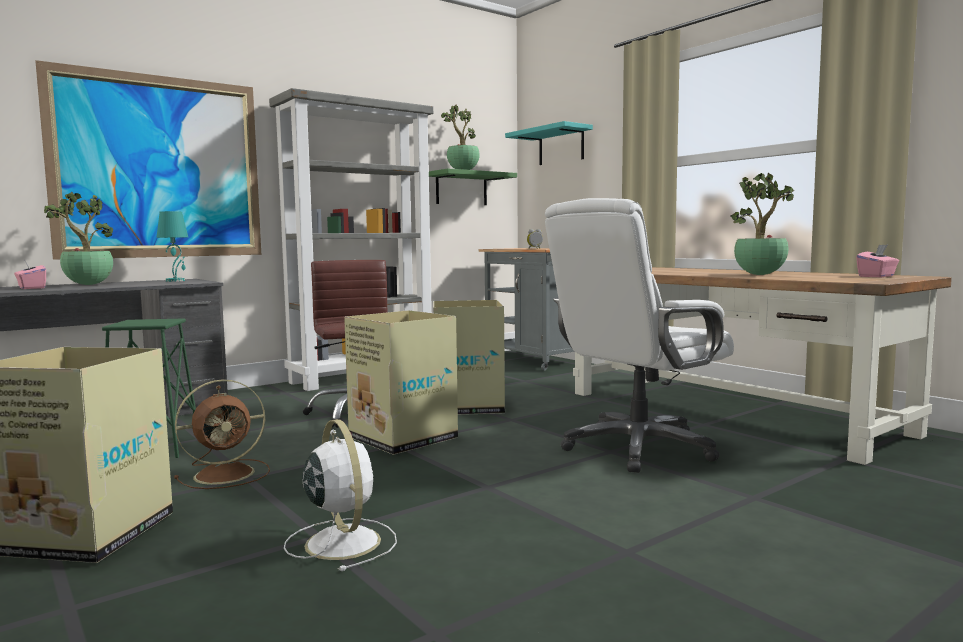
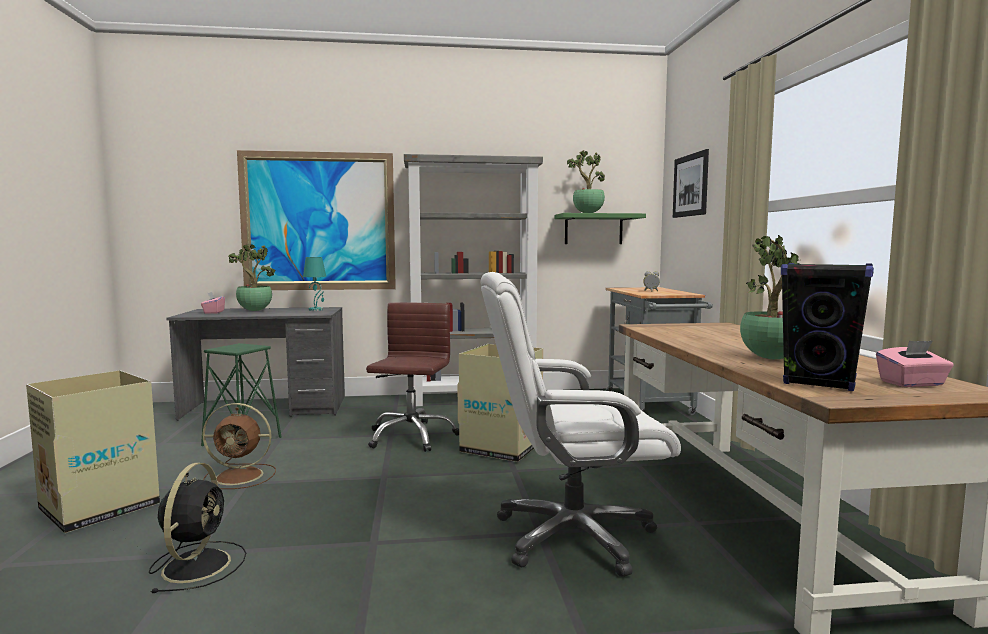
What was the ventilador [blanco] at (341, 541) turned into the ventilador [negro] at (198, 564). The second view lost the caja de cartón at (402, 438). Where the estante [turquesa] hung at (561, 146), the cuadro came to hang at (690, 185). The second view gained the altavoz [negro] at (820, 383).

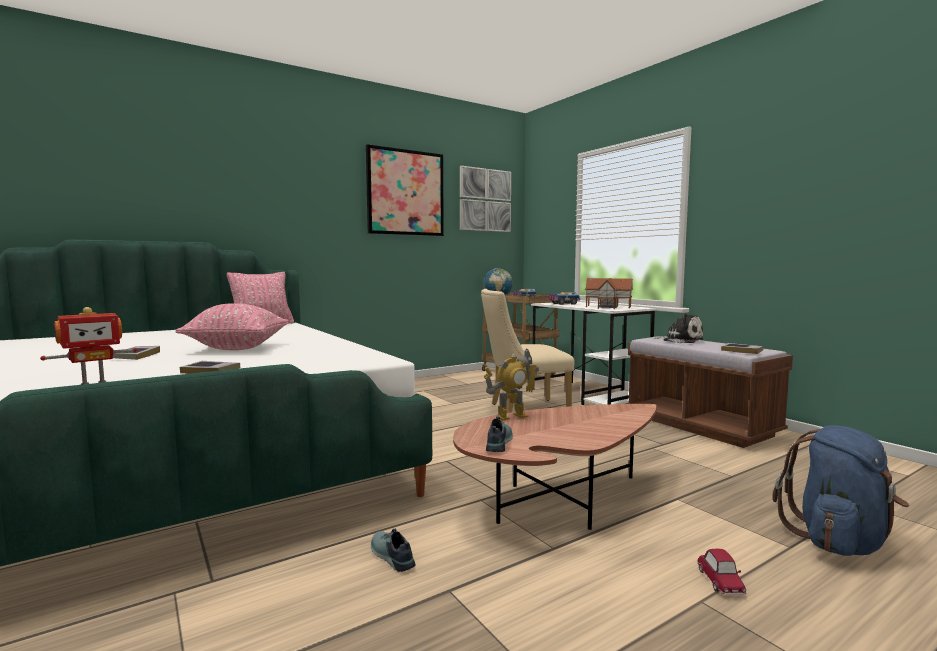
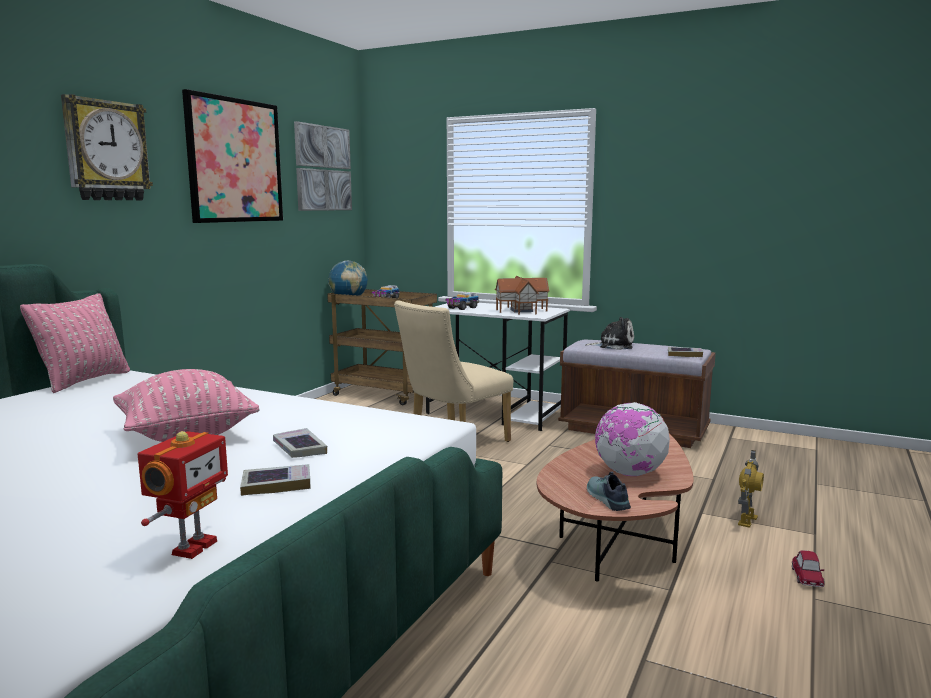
The libro ended up elsewhere, having gone from (136, 356) to (299, 448). The second view lost the zapato at (390, 556). The robot de juguete ended up elsewhere, having gone from (511, 416) to (746, 520). The coche de juguete at (720, 581) ended up facing another way, 45 degrees clockwise from before. The second view lost the mochila [azul] at (838, 541). The second view gained the reloj de pared at (106, 151). The second view gained the globo terráqueo at (630, 473).

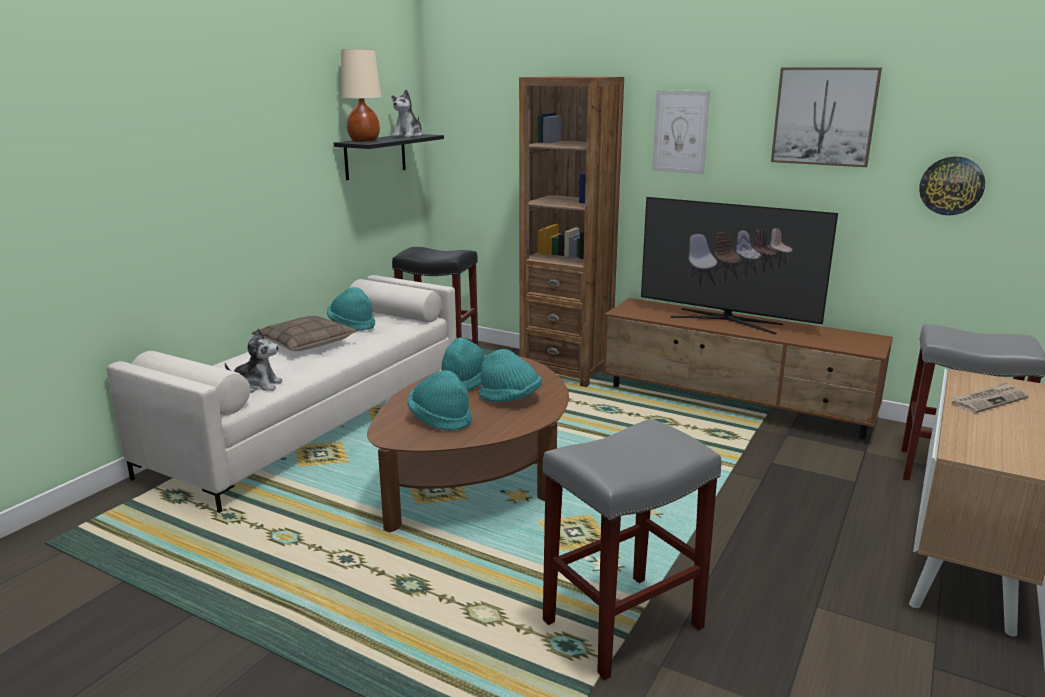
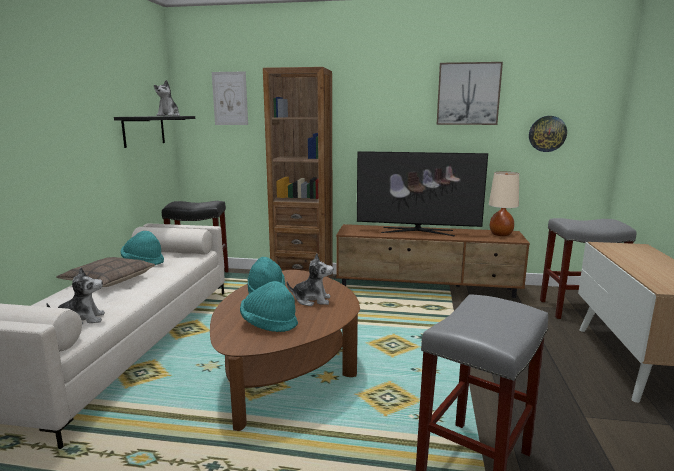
The lámpara de mesa [beis] ended up elsewhere, having gone from (364, 141) to (501, 234). Where the sombrero [turquesa] stood at (510, 399), the peluche came to stand at (312, 300). The cuadro ended up elsewhere, having gone from (680, 132) to (230, 98). The second view lost the periódico at (988, 400).

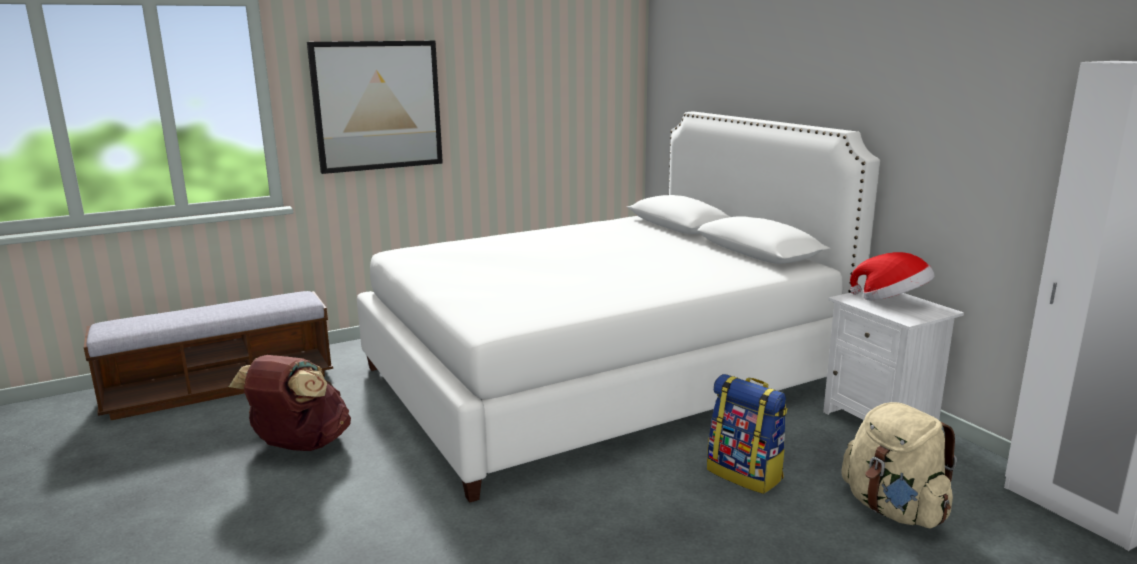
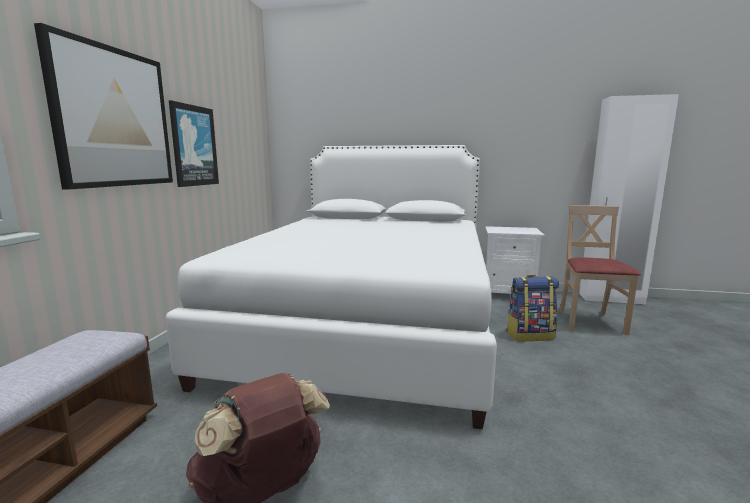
Where the mochila [beis] stood at (893, 509), the silla [beis] came to stand at (590, 322). The second view lost the sombrero at (891, 301). The second view gained the cuadro at (194, 146).

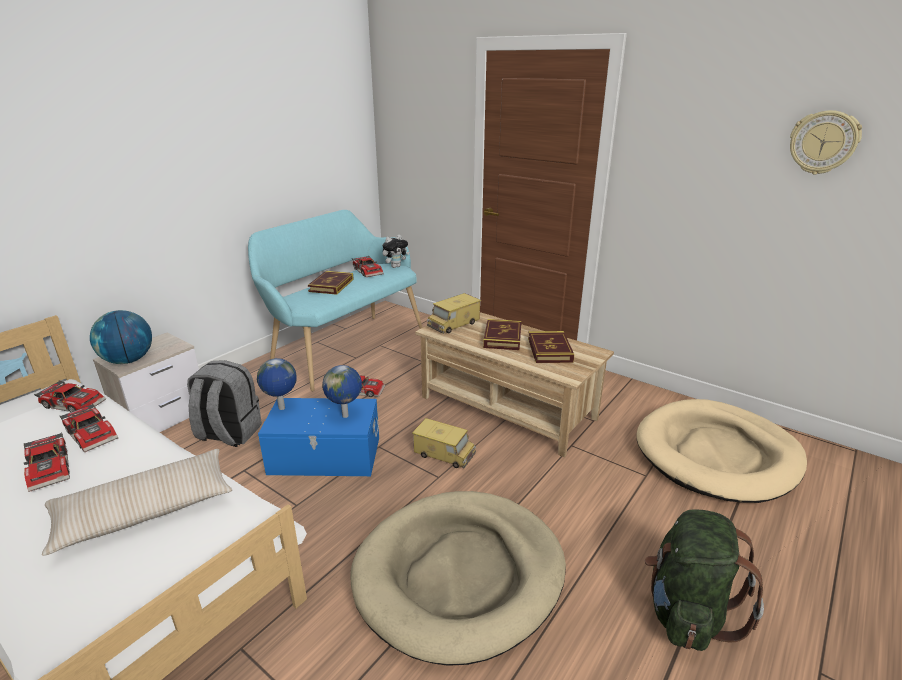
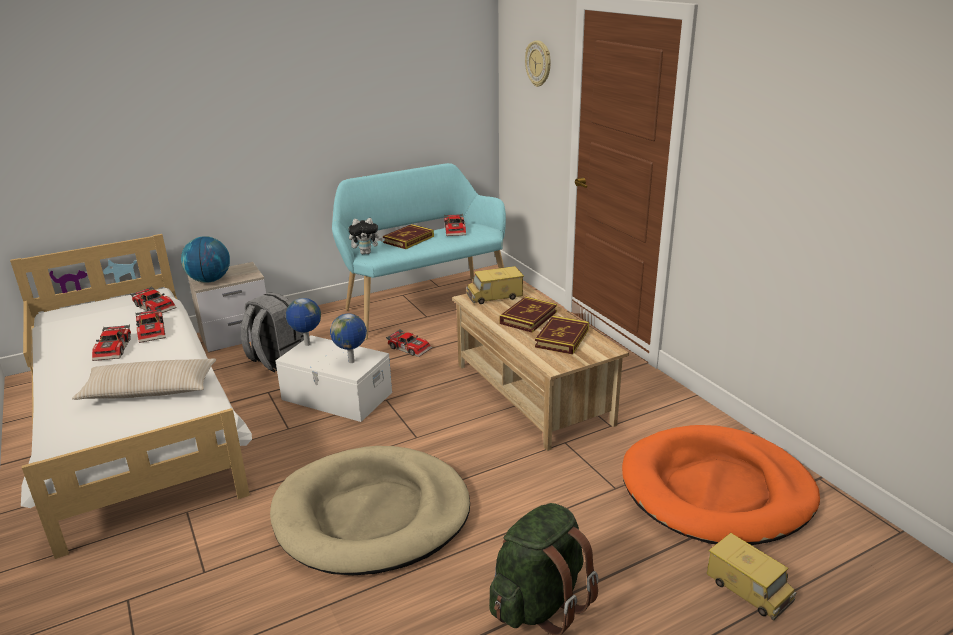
What was the caja de almacenaje [azul] at (325, 456) turned into the caja de almacenaje [blanco] at (336, 397). The peluche ended up elsewhere, having gone from (395, 266) to (366, 253). The camión de juguete ended up elsewhere, having gone from (444, 454) to (748, 589). What was the cama para perro [beis] at (717, 454) turned into the cama para perro [naranja] at (716, 490). The reloj de pared ended up elsewhere, having gone from (823, 142) to (539, 63).

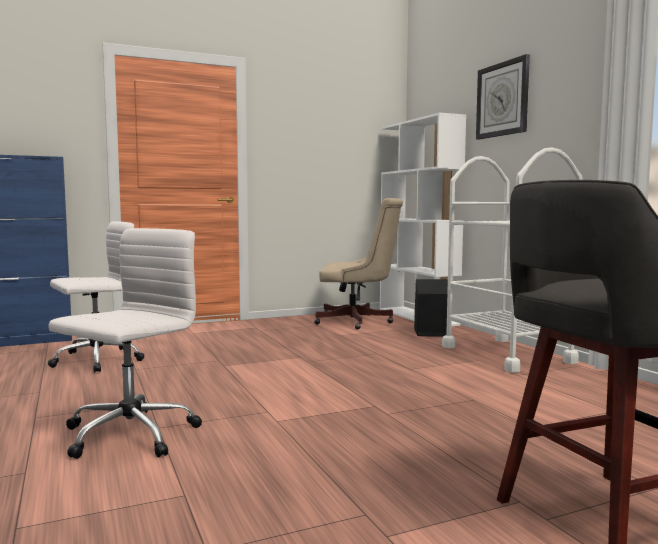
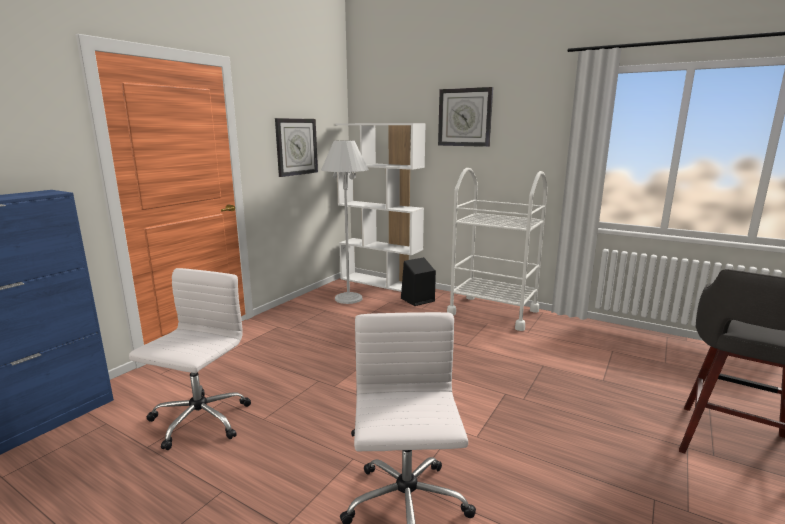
Where the silla de oficina [beis] stood at (358, 321), the lámpara de pie [blanco] came to stand at (348, 298). The second view gained the reloj de pared at (296, 146).

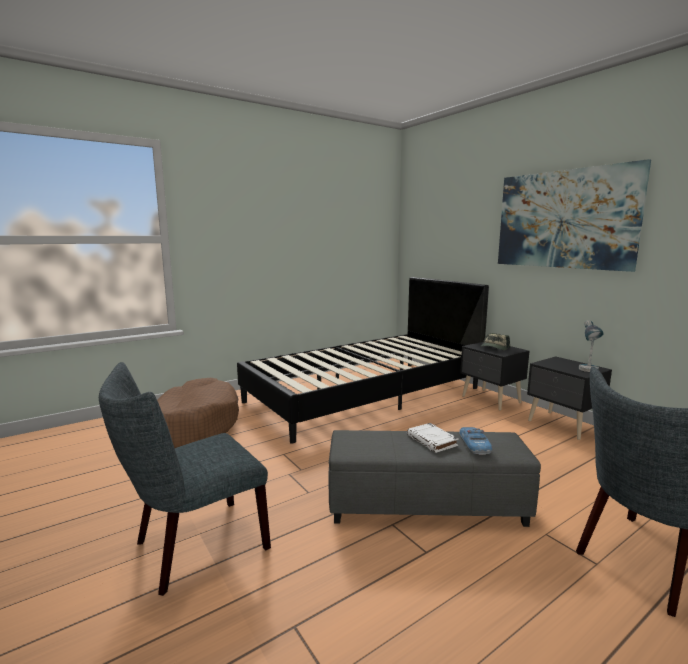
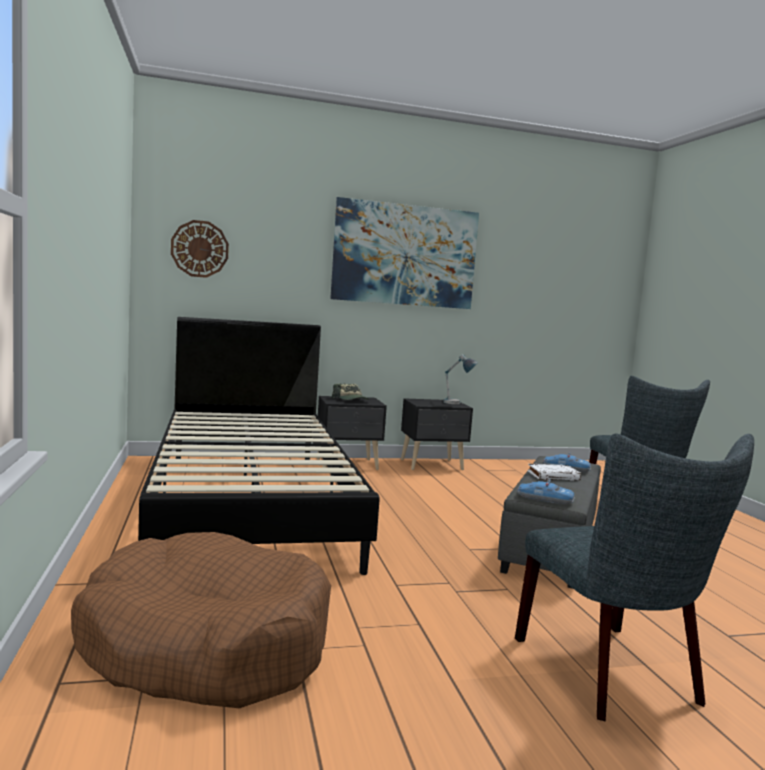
The second view gained the reloj de pared at (200, 249). The second view gained the coche de juguete at (545, 499).

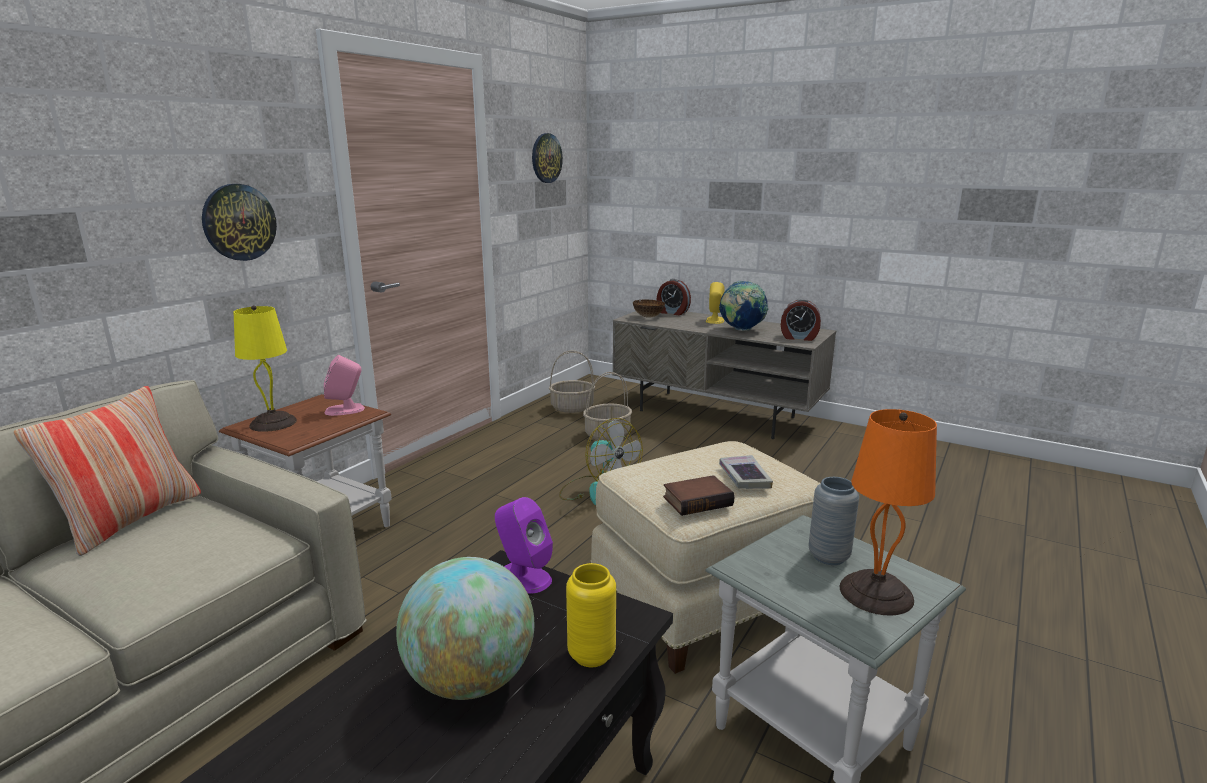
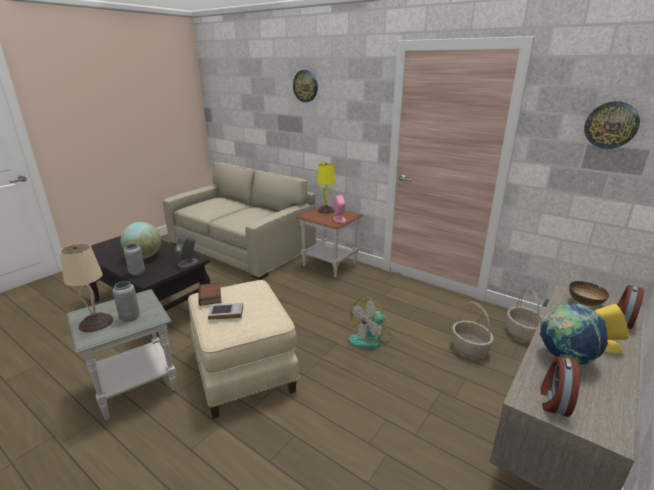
The second view lost the cojín at (131, 519). The reloj de pared ended up elsewhere, having gone from (239, 222) to (305, 86). What was the altavoz [morado] at (523, 577) turned into the altavoz [gris] at (188, 263). What was the florero [amarillo] at (591, 655) turned into the florero [gris] at (137, 273). What was the lámpara de mesa [naranja] at (878, 593) turned into the lámpara de mesa [beis] at (95, 323).

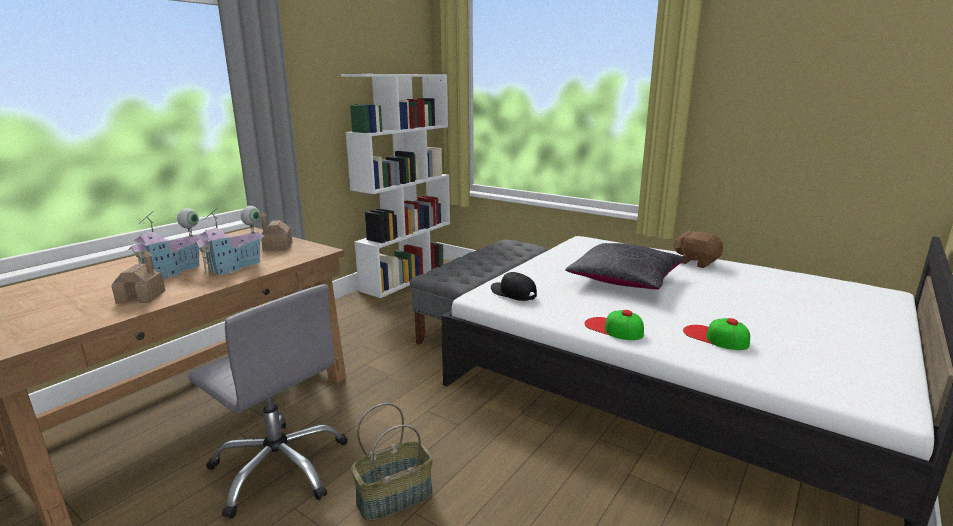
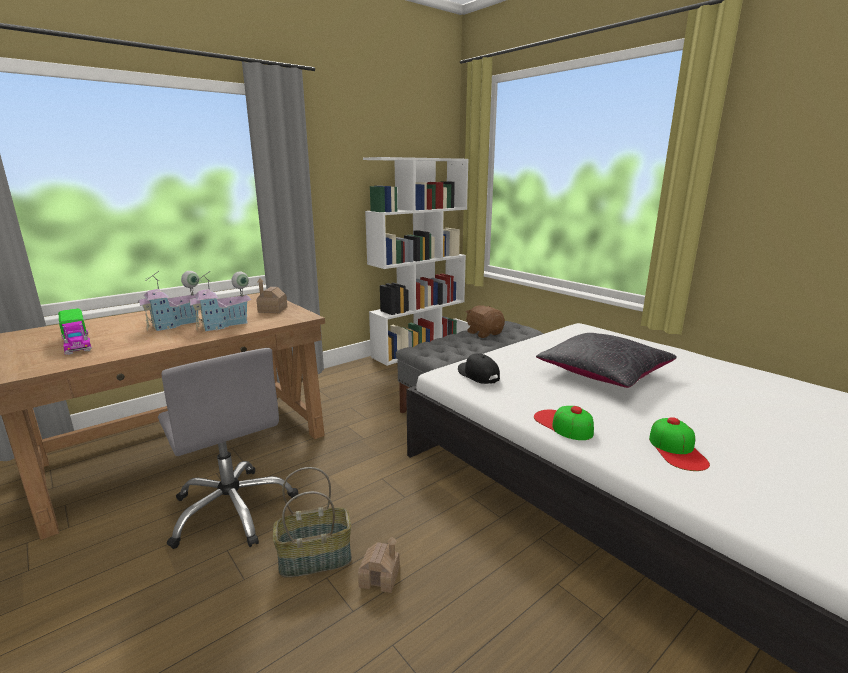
The casita ended up elsewhere, having gone from (141, 297) to (380, 577). The peluche [marrón] ended up elsewhere, having gone from (696, 262) to (484, 333). The gorra at (715, 337) ended up facing another way, 150 degrees counterclockwise from before. The second view gained the camión de juguete at (77, 343).

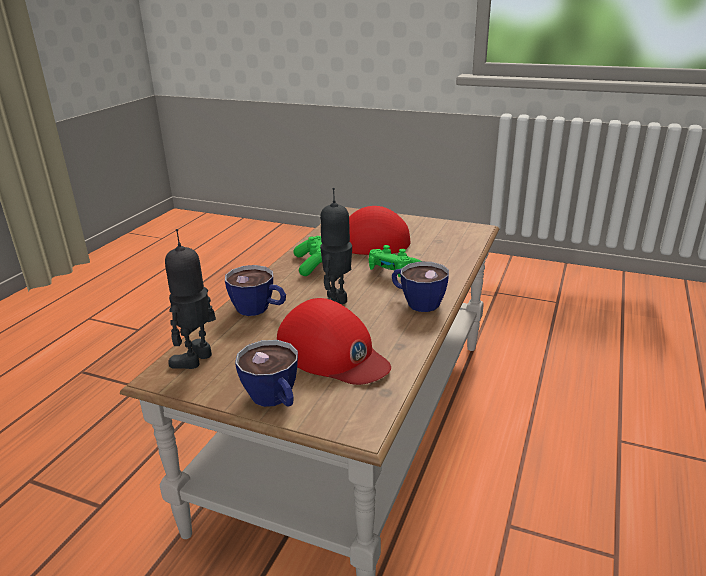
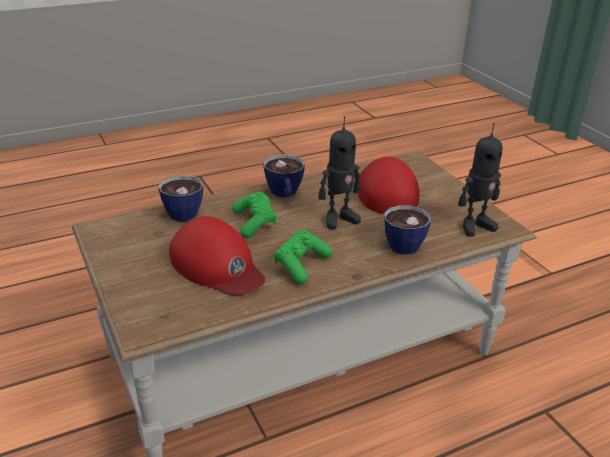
The taza ended up elsewhere, having gone from (275, 400) to (185, 210).

